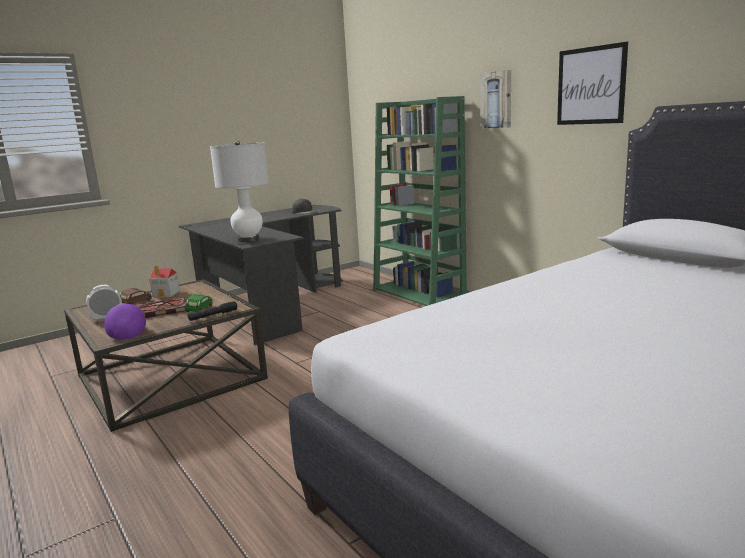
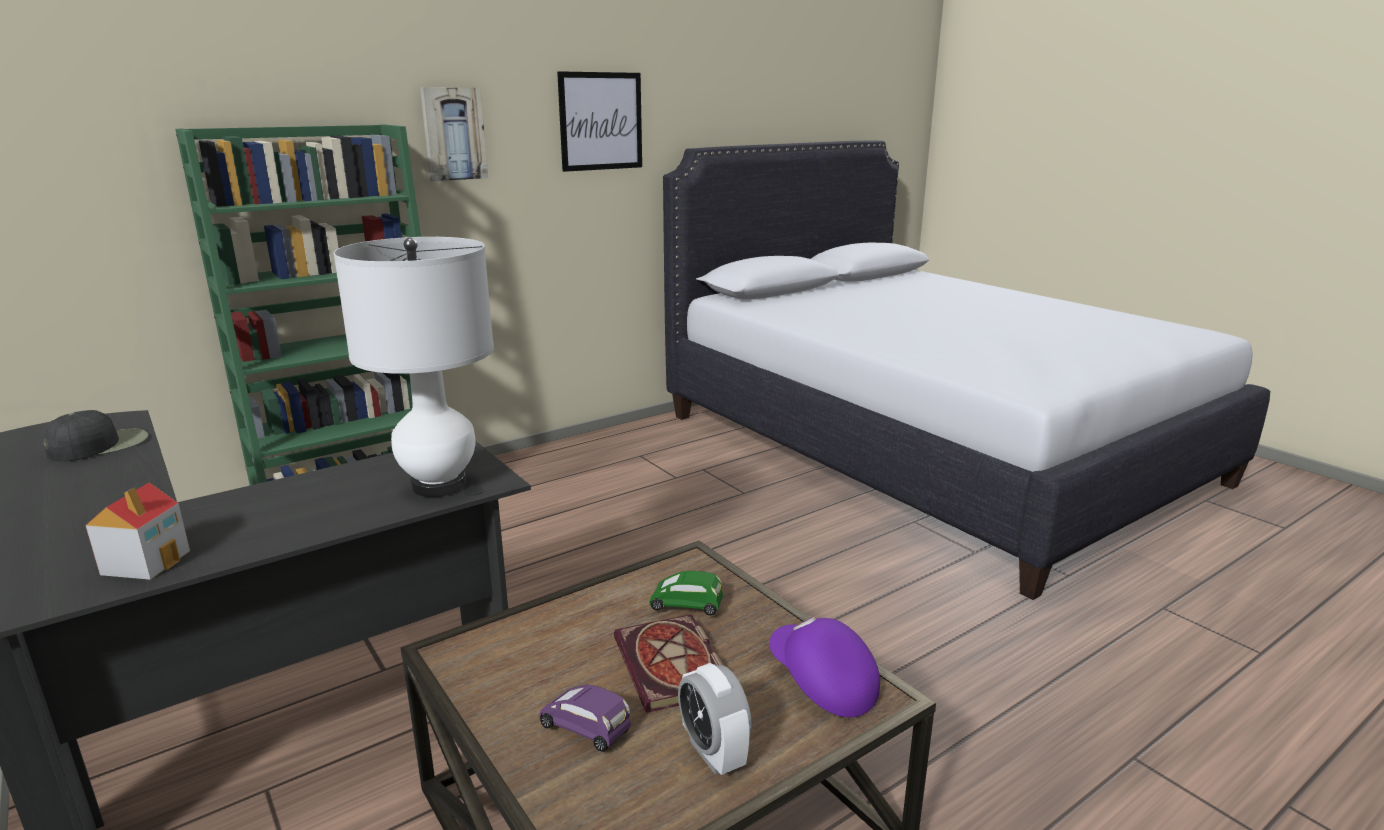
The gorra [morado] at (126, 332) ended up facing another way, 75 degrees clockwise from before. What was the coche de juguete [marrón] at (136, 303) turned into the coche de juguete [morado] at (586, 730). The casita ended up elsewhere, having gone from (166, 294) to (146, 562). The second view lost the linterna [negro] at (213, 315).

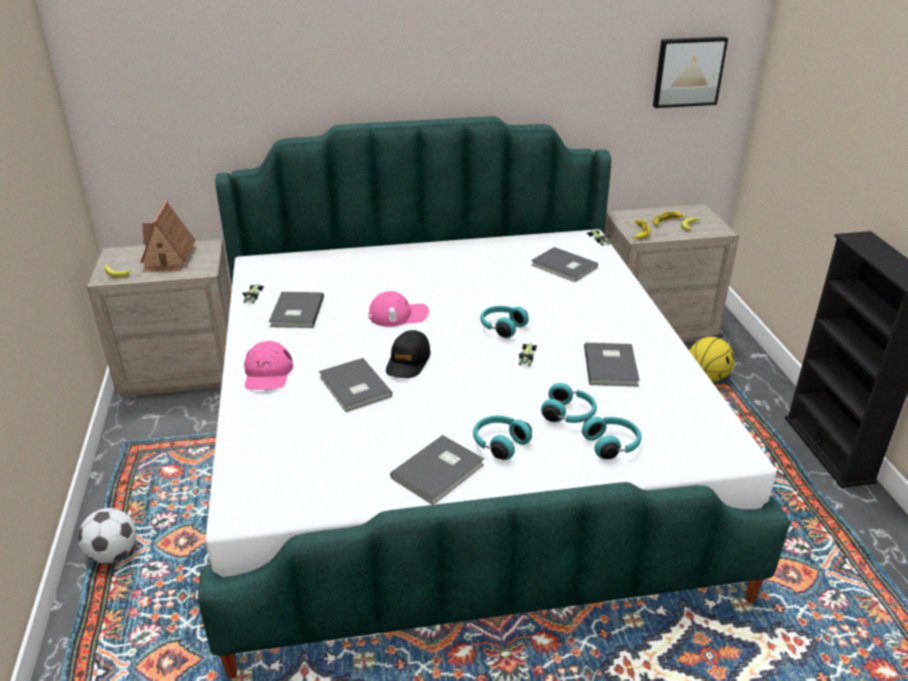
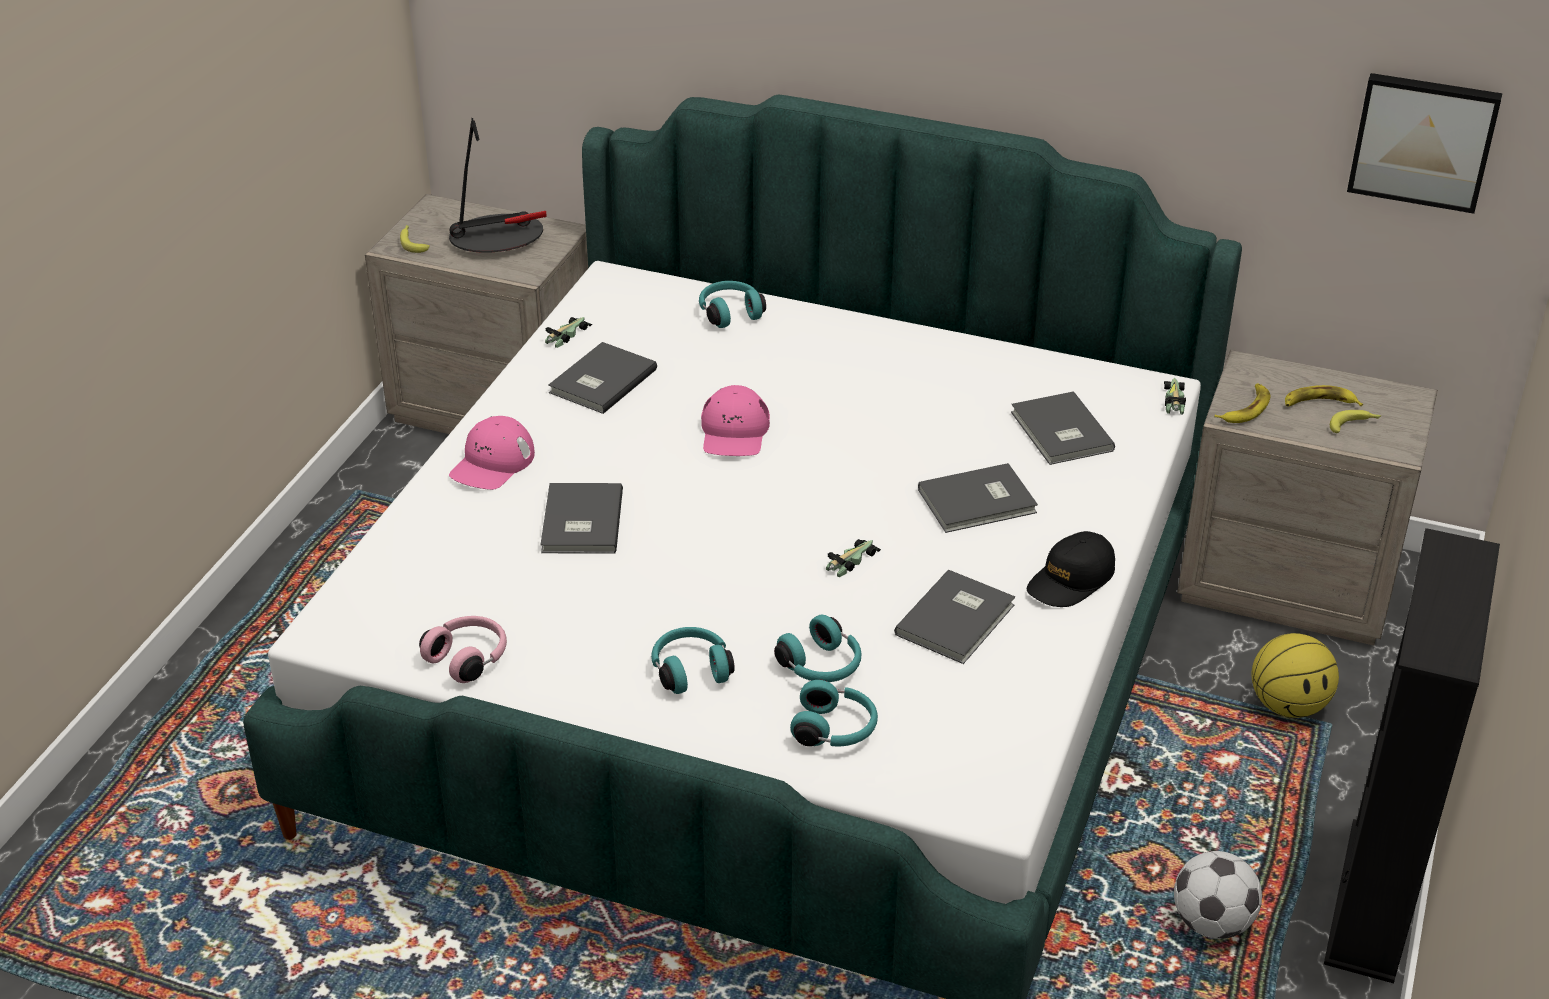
The balón de fútbol ended up elsewhere, having gone from (113, 554) to (1212, 923). Where the casita stood at (169, 257), the lámpara de mesa came to stand at (497, 237). The gorra [rosa] at (398, 314) ended up facing another way, 75 degrees clockwise from before. The gorra [negro] ended up elsewhere, having gone from (408, 362) to (1071, 580). The libro [gris] ended up elsewhere, having gone from (440, 471) to (979, 502). The auriculares [turquesa] ended up elsewhere, having gone from (502, 327) to (730, 313). The second view gained the auriculares [rosa] at (468, 658).

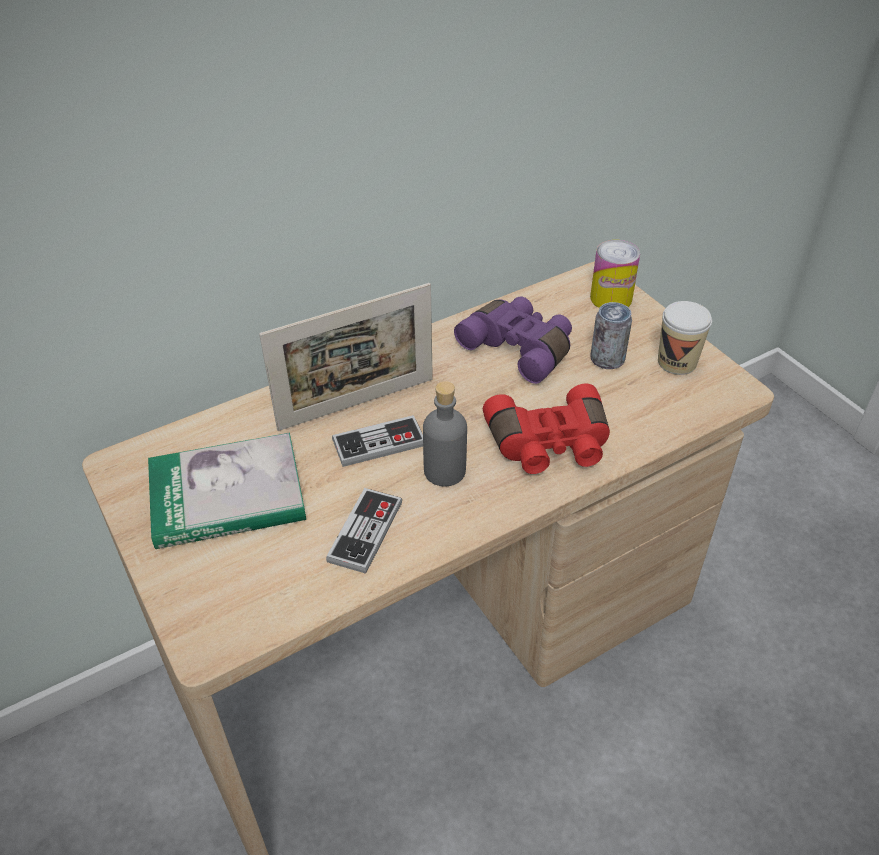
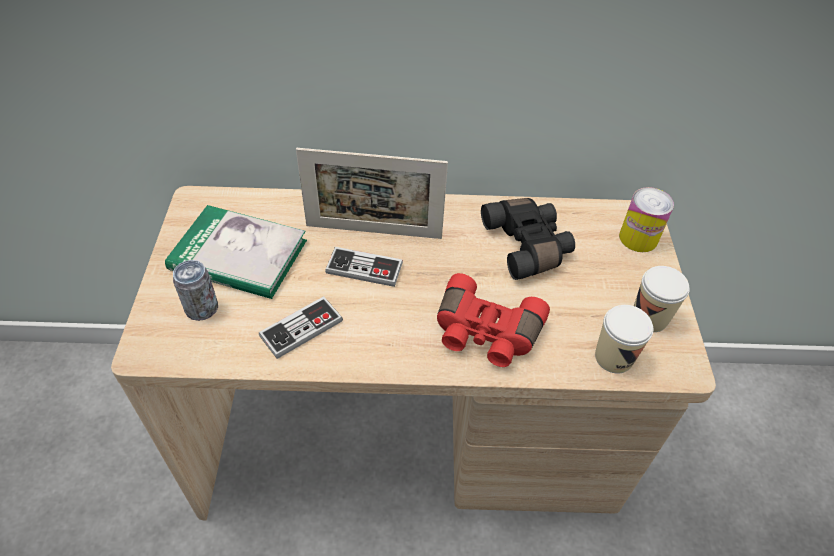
The second view lost the botella [gris] at (445, 471). What was the prismáticos [morado] at (520, 348) turned into the prismáticos [negro] at (528, 245). The lata ended up elsewhere, having gone from (607, 359) to (202, 308). The second view gained the taza at (613, 357).

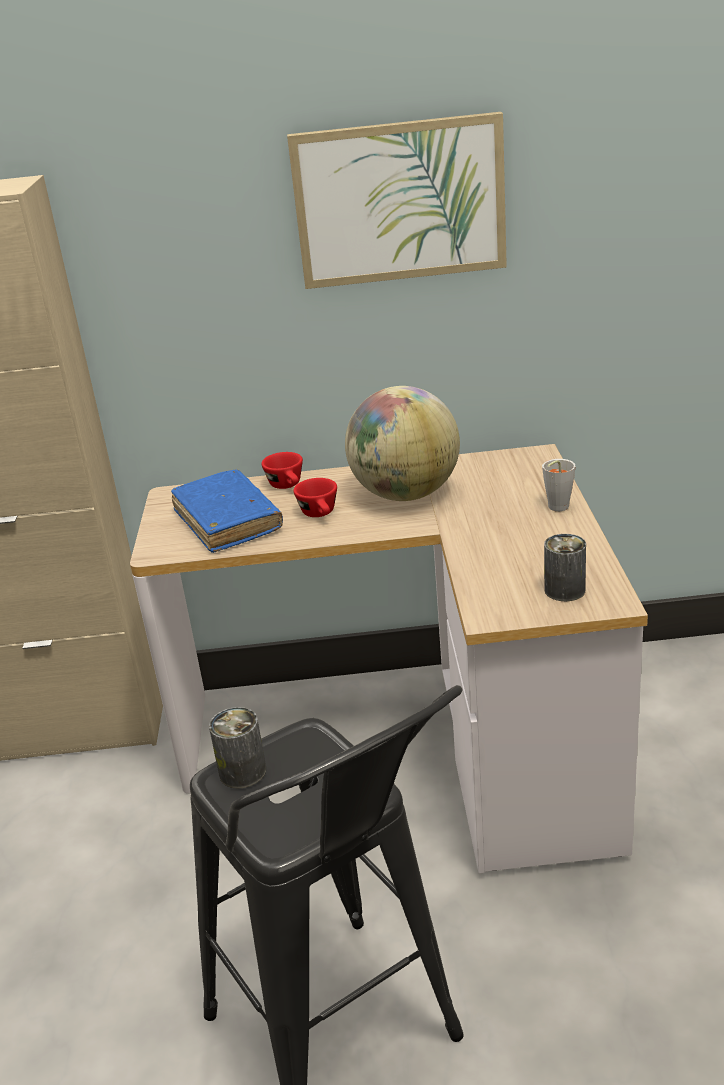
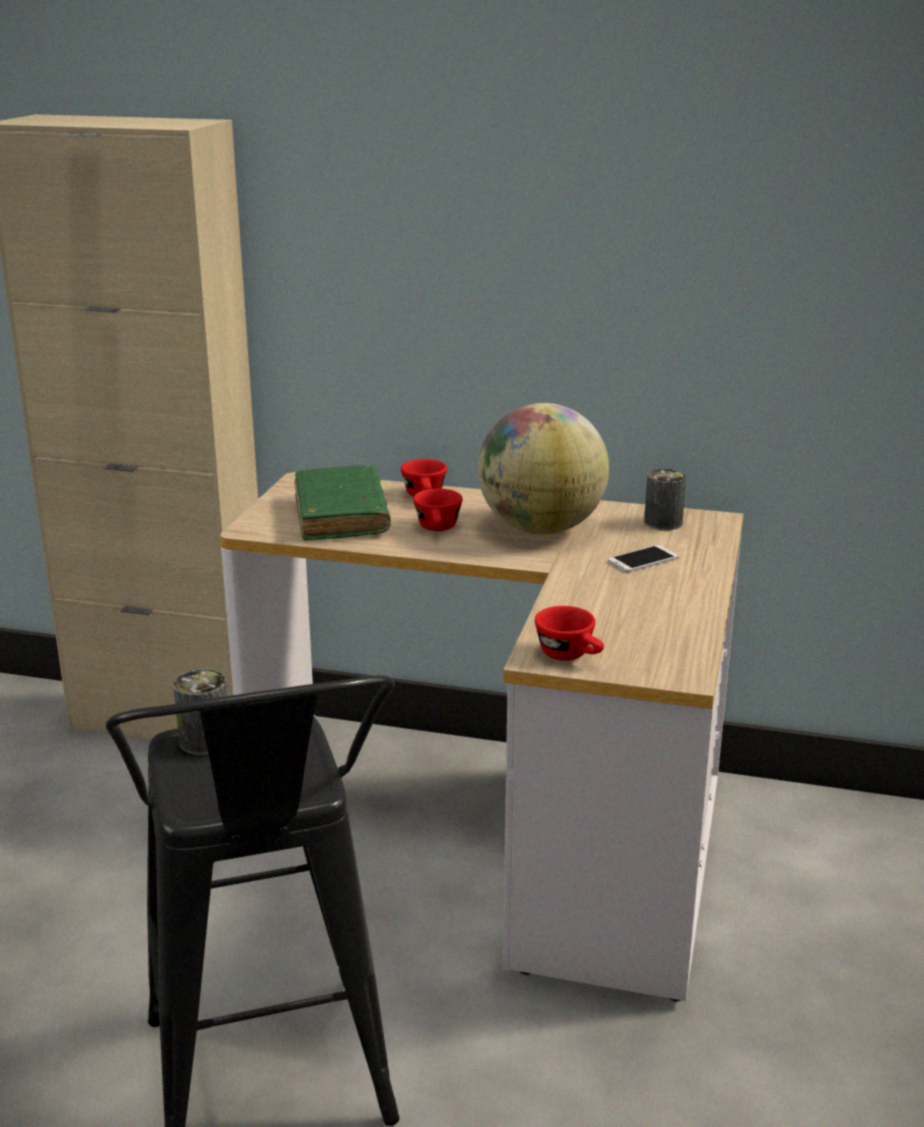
What was the libro [azul] at (227, 521) turned into the libro [verde] at (341, 516). The second view lost the cuadro at (399, 201). The second view lost the taza [gris] at (555, 508). The lata ended up elsewhere, having gone from (564, 590) to (663, 522). The second view gained the taza [rojo] at (571, 656). The second view gained the móvil at (643, 559).

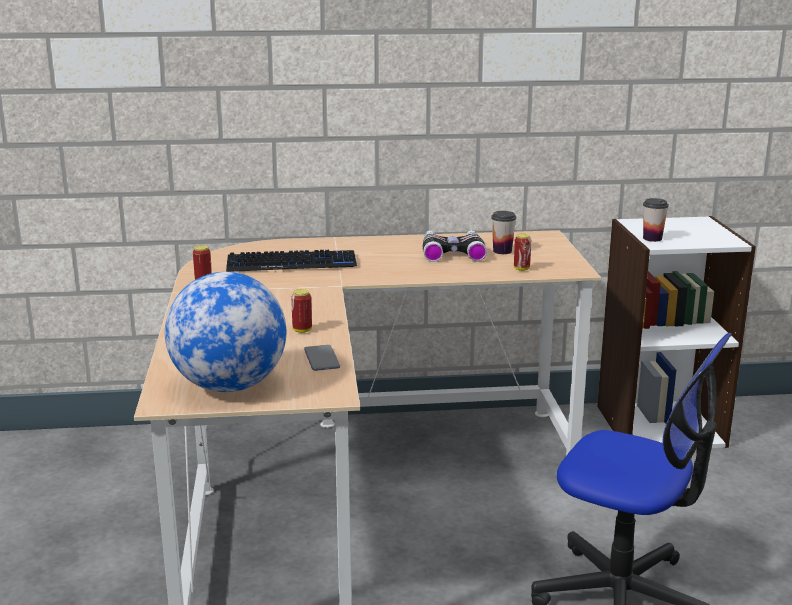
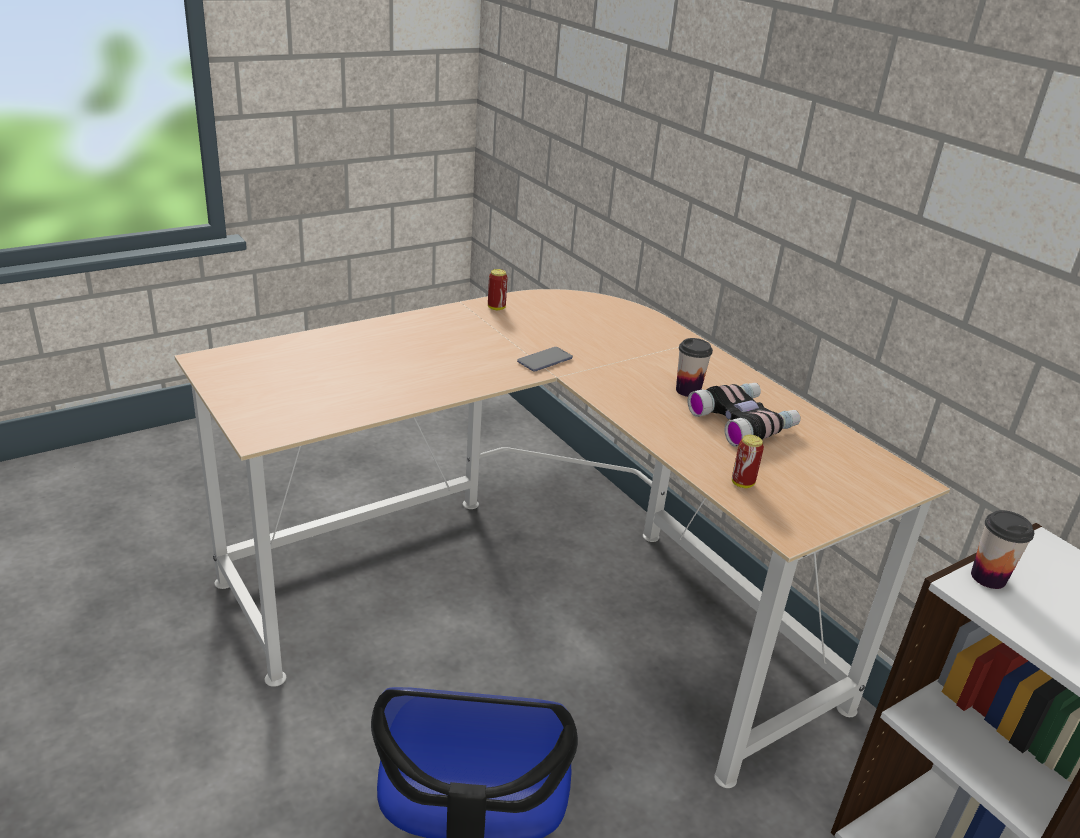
The second view lost the globo terráqueo at (229, 386). The second view lost the teclado at (291, 263). The second view lost the lata at (302, 330). The móvil ended up elsewhere, having gone from (321, 359) to (545, 360). The taza ended up elsewhere, having gone from (502, 251) to (688, 390).

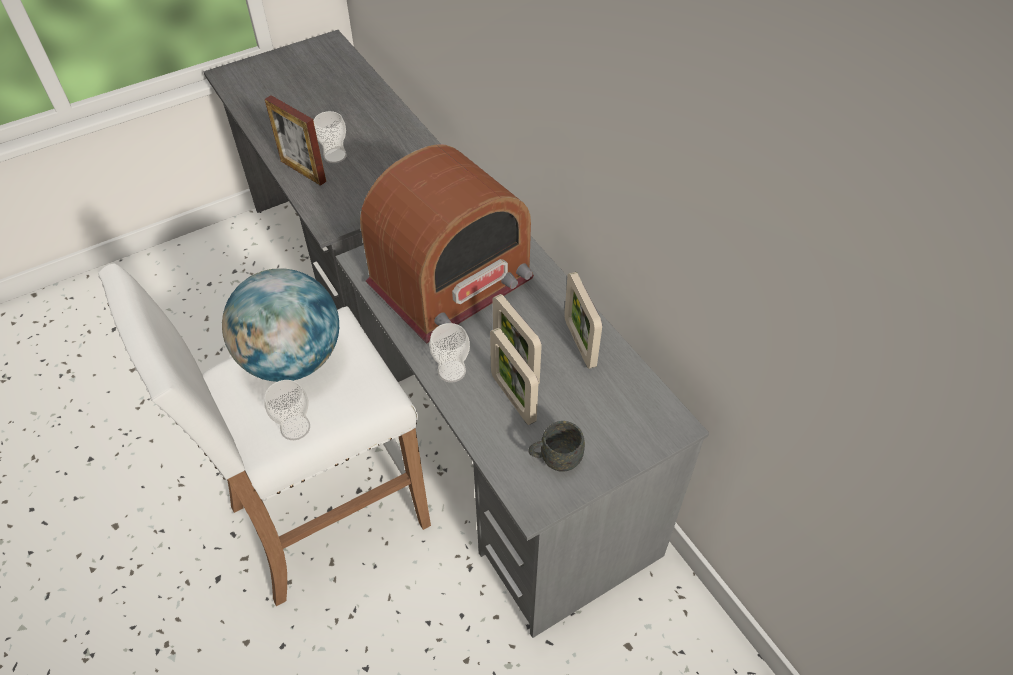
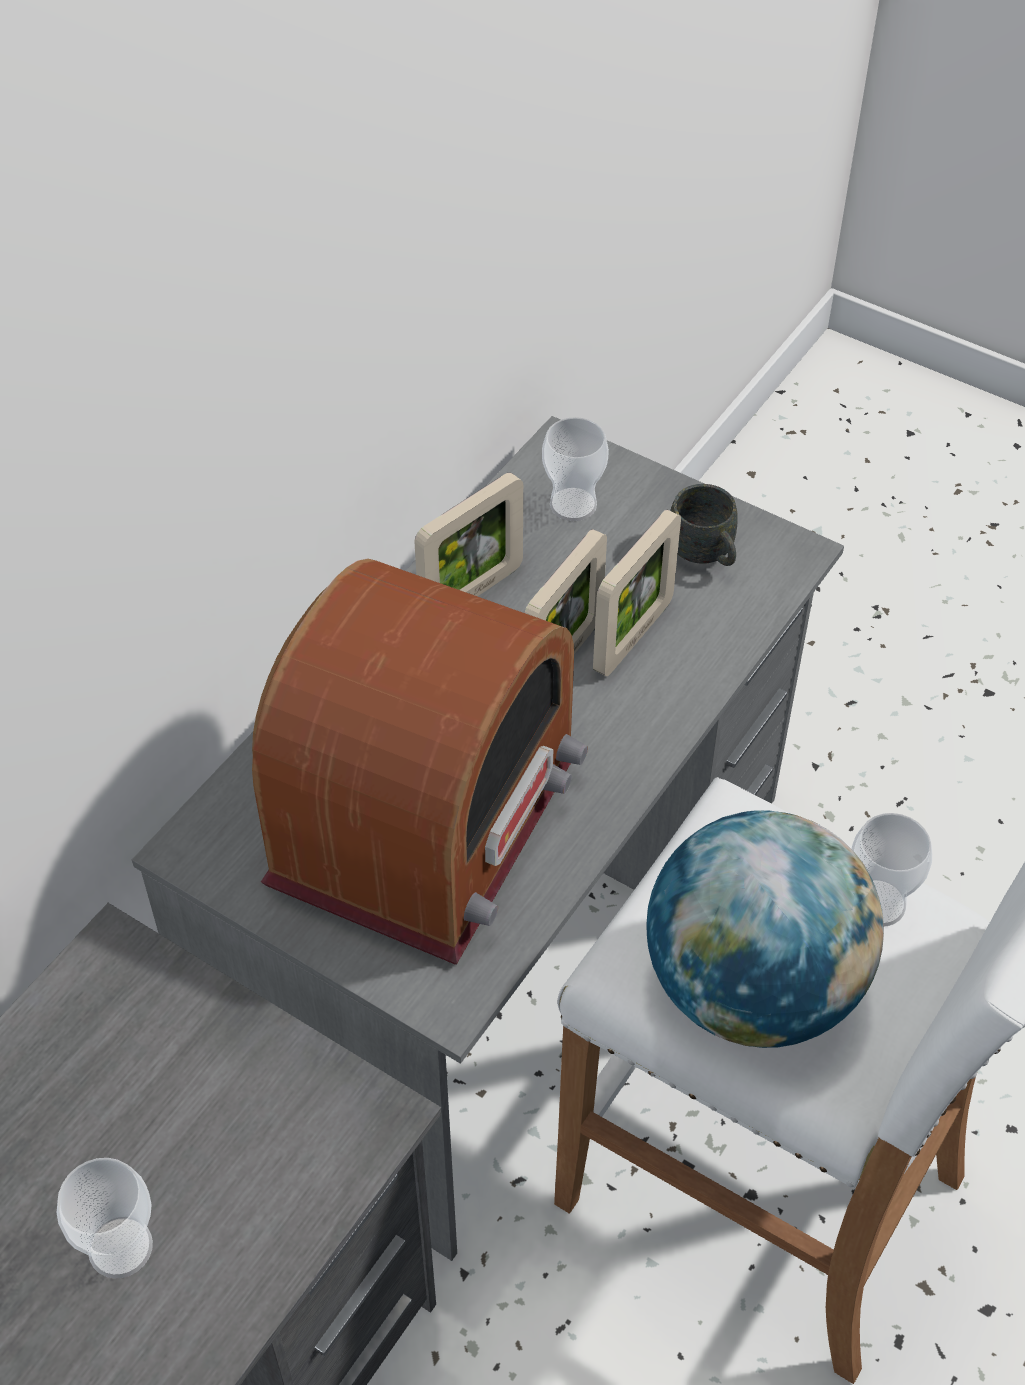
The second view lost the portarretratos at (303, 171). The radio at (451, 282) ended up facing another way, 90 degrees clockwise from before. The taza ended up elsewhere, having gone from (451, 371) to (573, 504).

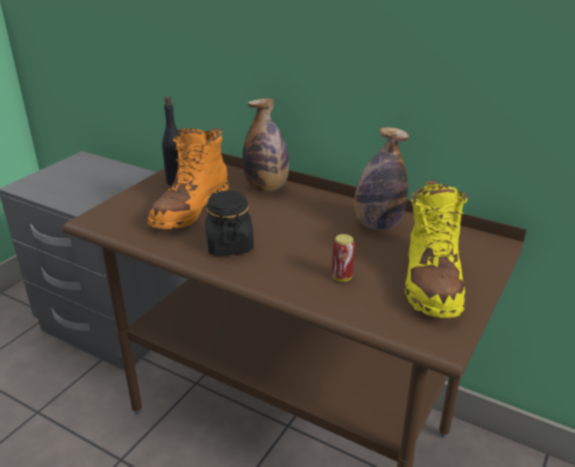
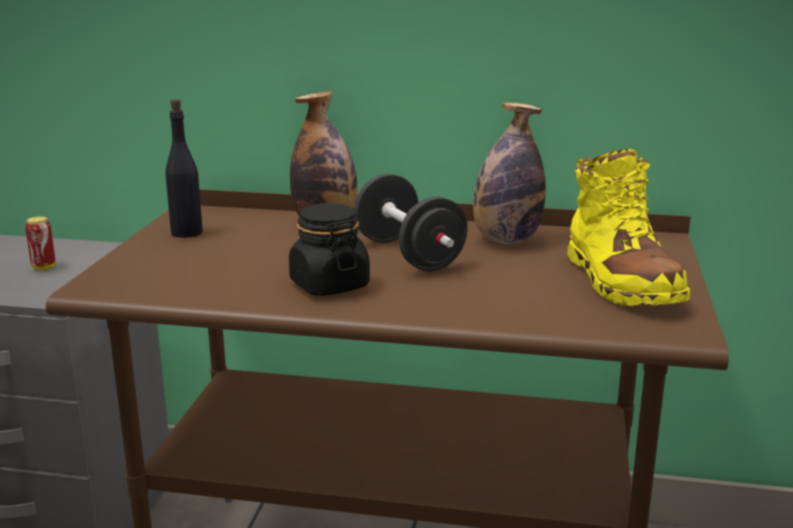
The second view lost the bota [naranja] at (190, 208). The lata ended up elsewhere, having gone from (342, 277) to (44, 267). The second view gained the mancuerna [negro] at (408, 254).

